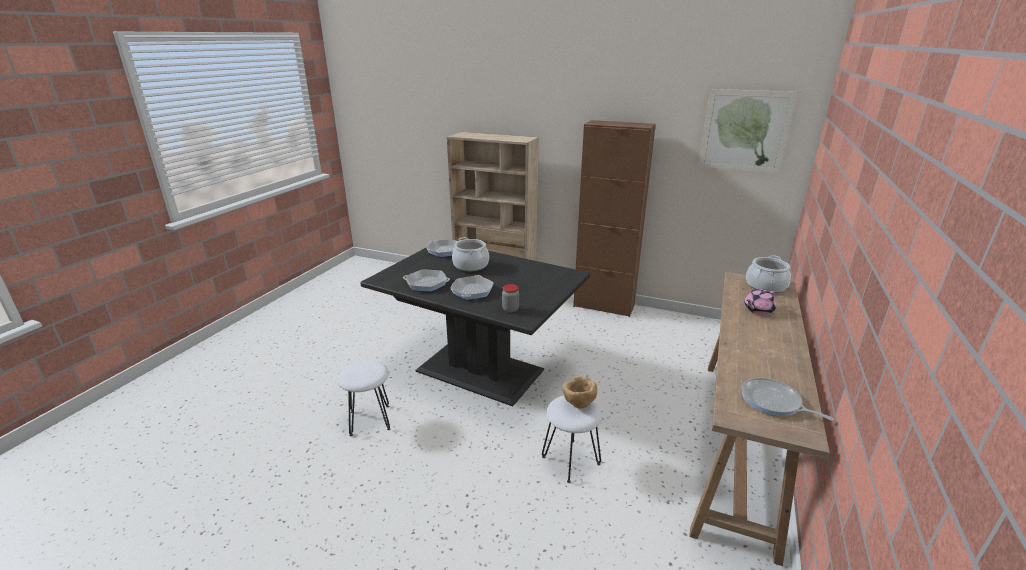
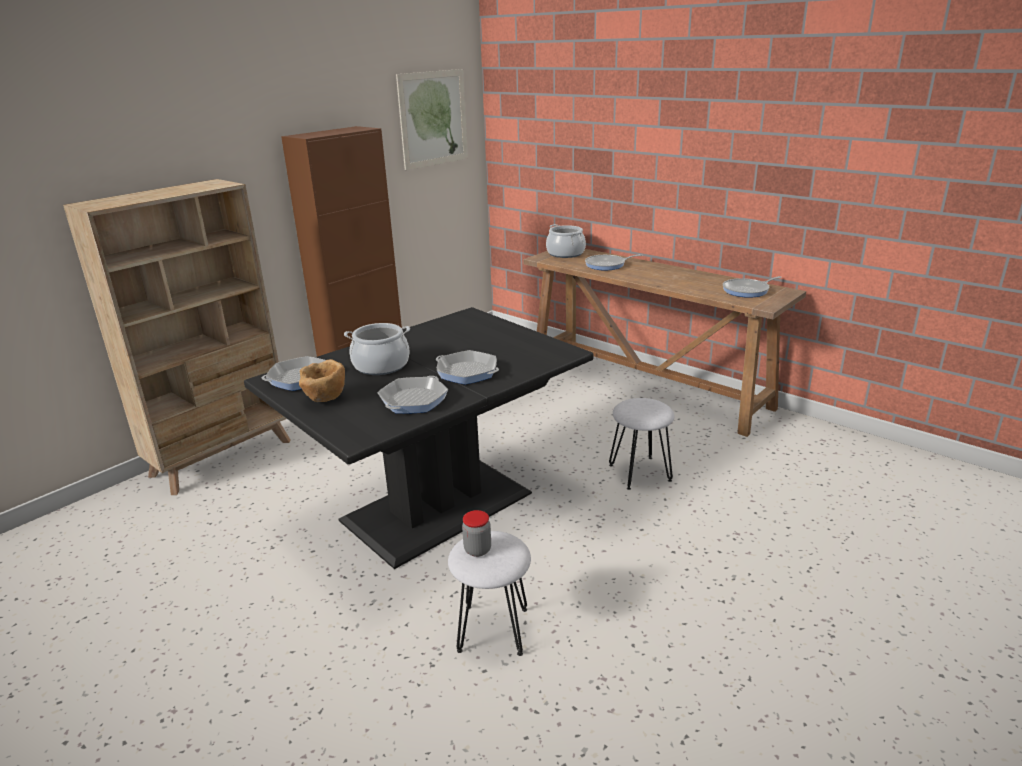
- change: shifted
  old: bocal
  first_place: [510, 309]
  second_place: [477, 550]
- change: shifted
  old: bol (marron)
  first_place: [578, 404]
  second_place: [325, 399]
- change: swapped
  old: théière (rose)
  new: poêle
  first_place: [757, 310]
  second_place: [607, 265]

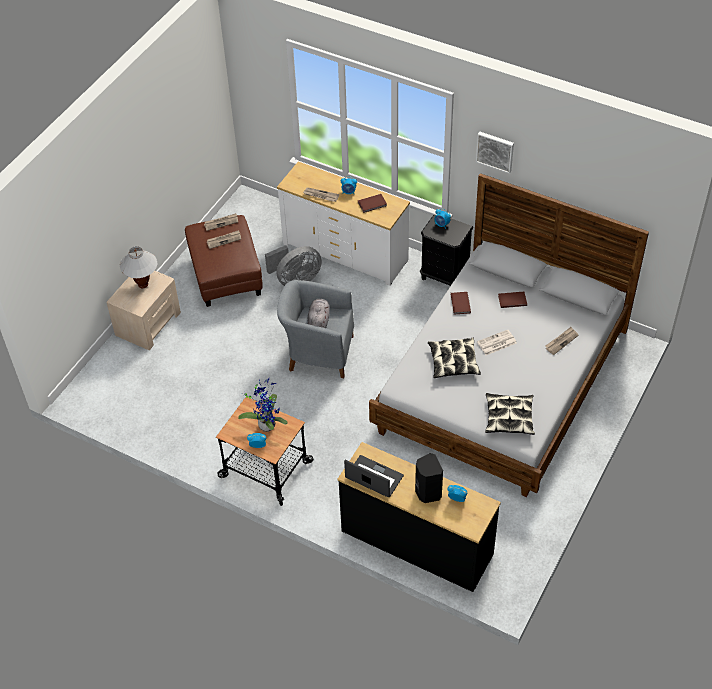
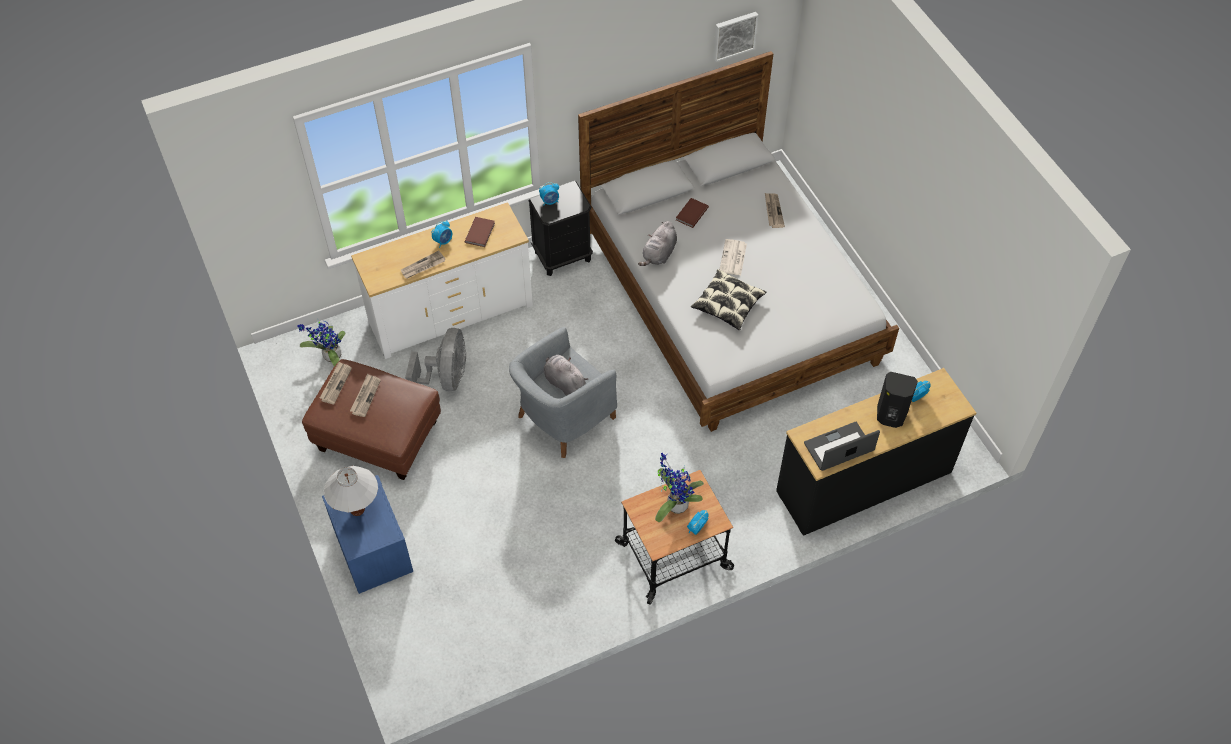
- change: repainted
  old: table de chevet (beige)
  new: table de chevet (bleu)
  first_place: [148, 323]
  second_place: [373, 550]
- change: swapped
  old: livre (marron)
  new: peluche (gris)
  first_place: [460, 304]
  second_place: [659, 254]
- change: shifted
  old: tableau
  first_place: [495, 151]
  second_place: [734, 35]
- change: gone
  old: coussin
  first_place: [509, 418]
- change: new
  new: plante en pot
  second_place: [330, 357]

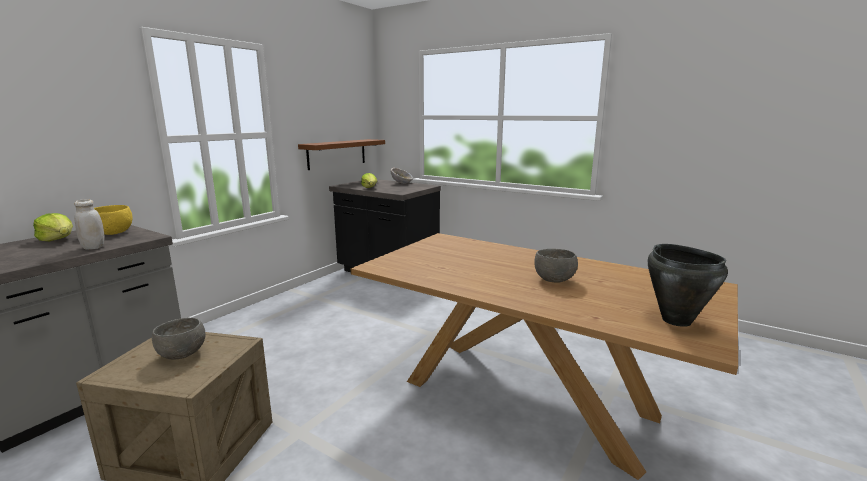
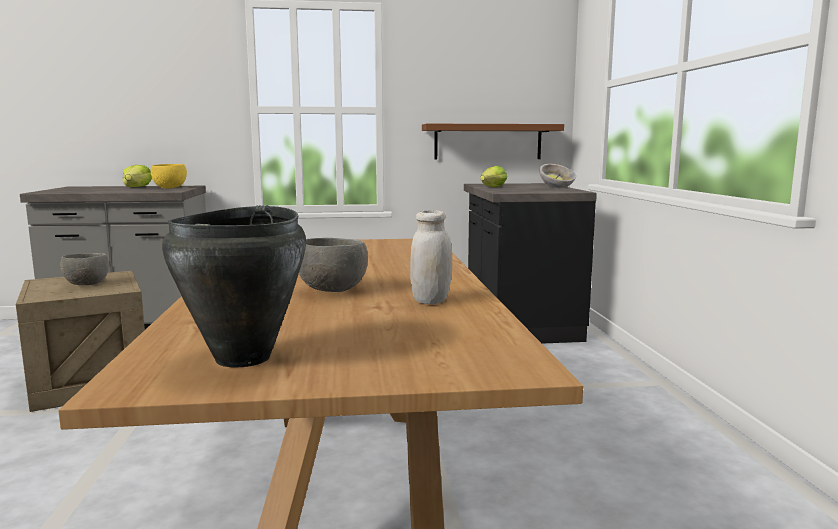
- change: shifted
  old: bocal (blanc)
  first_place: [94, 247]
  second_place: [431, 300]

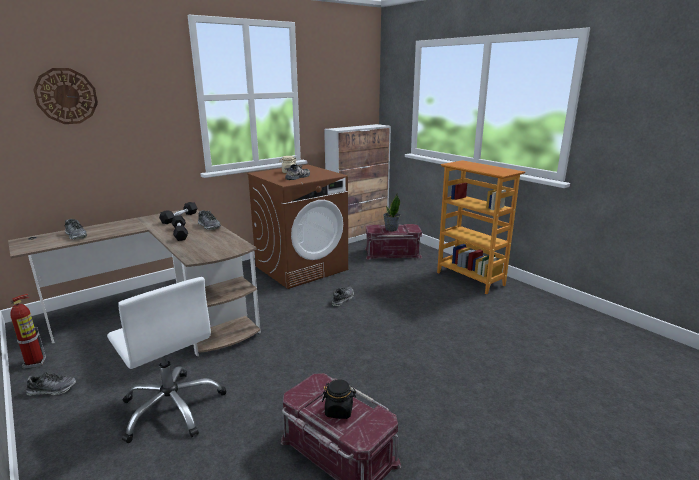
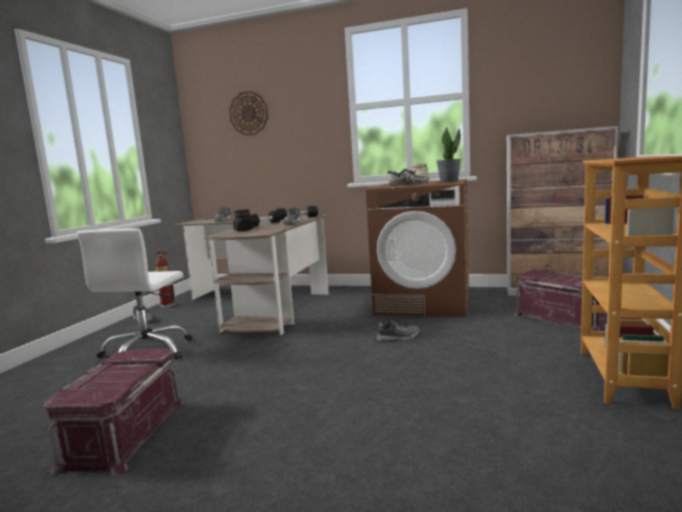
- change: shifted
  old: bocal (noir)
  first_place: [339, 410]
  second_place: [244, 230]
- change: shifted
  old: plante en pot
  first_place: [391, 229]
  second_place: [448, 182]

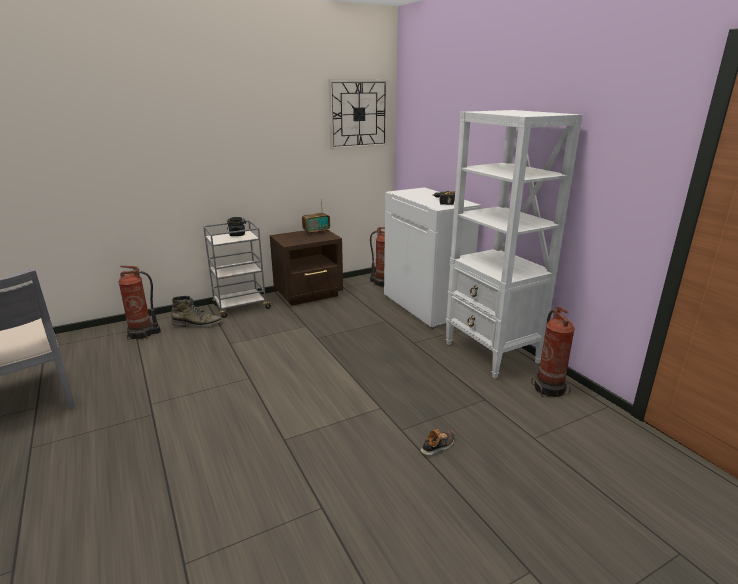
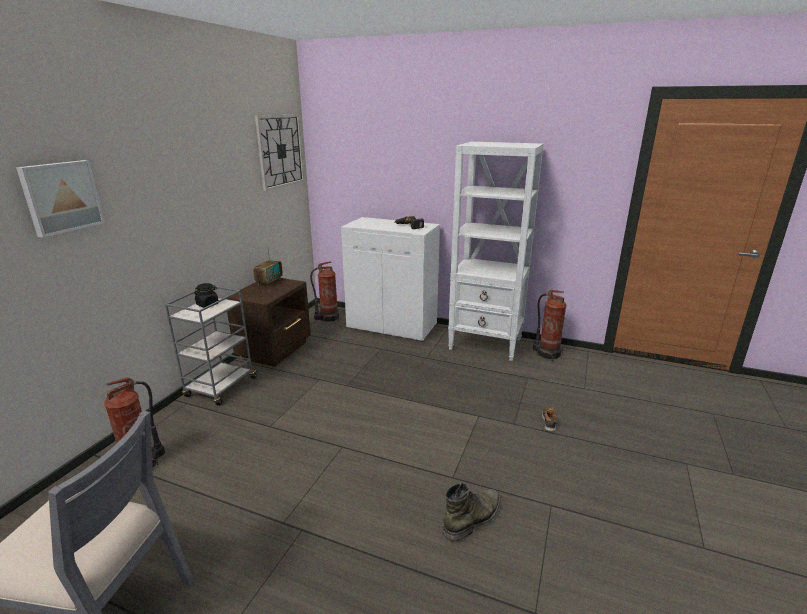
- change: shifted
  old: botte (vert)
  first_place: [197, 324]
  second_place: [473, 518]
- change: new
  new: tableau
  second_place: [61, 197]

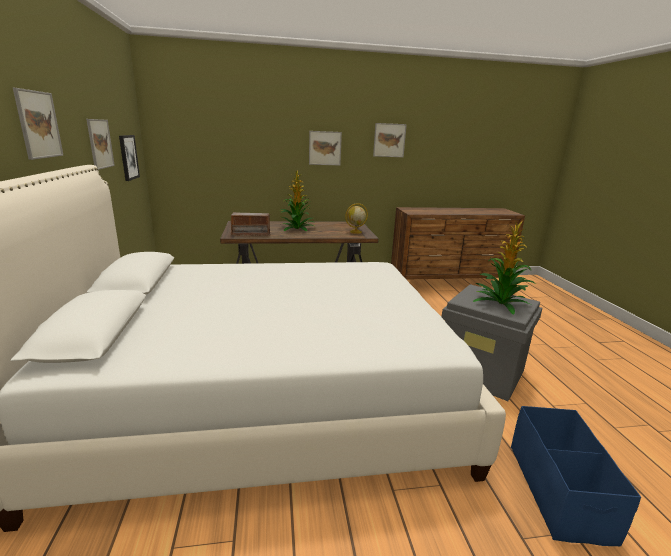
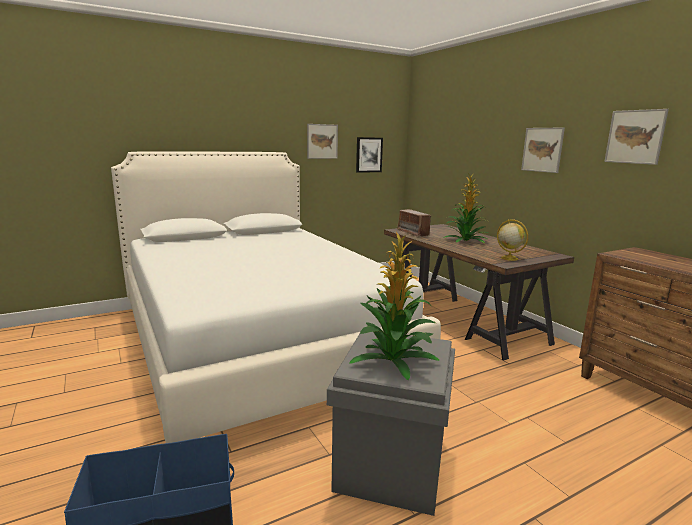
- change: gone
  old: tableau
  first_place: [38, 124]

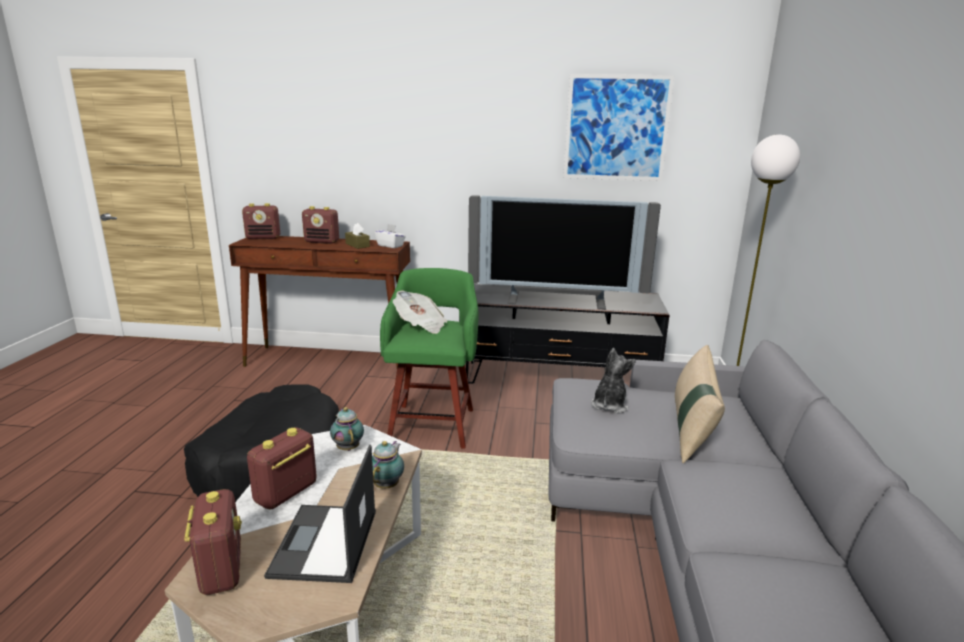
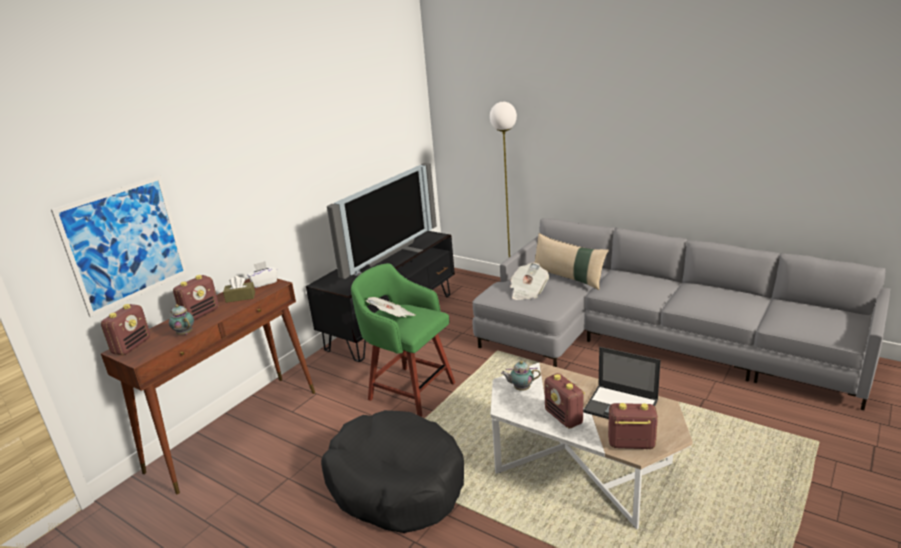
- change: shifted
  old: théière
  first_place: [387, 485]
  second_place: [184, 333]
- change: shifted
  old: tableau
  first_place: [616, 128]
  second_place: [125, 244]
- change: swapped
  old: peluche
  new: journal
  first_place: [609, 405]
  second_place: [528, 292]

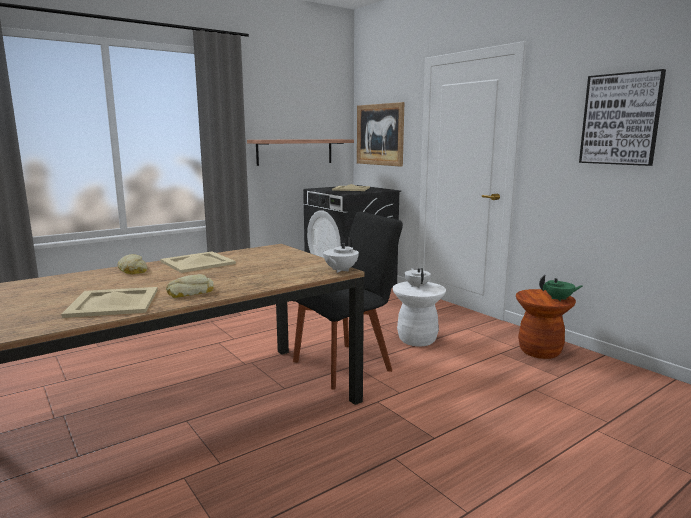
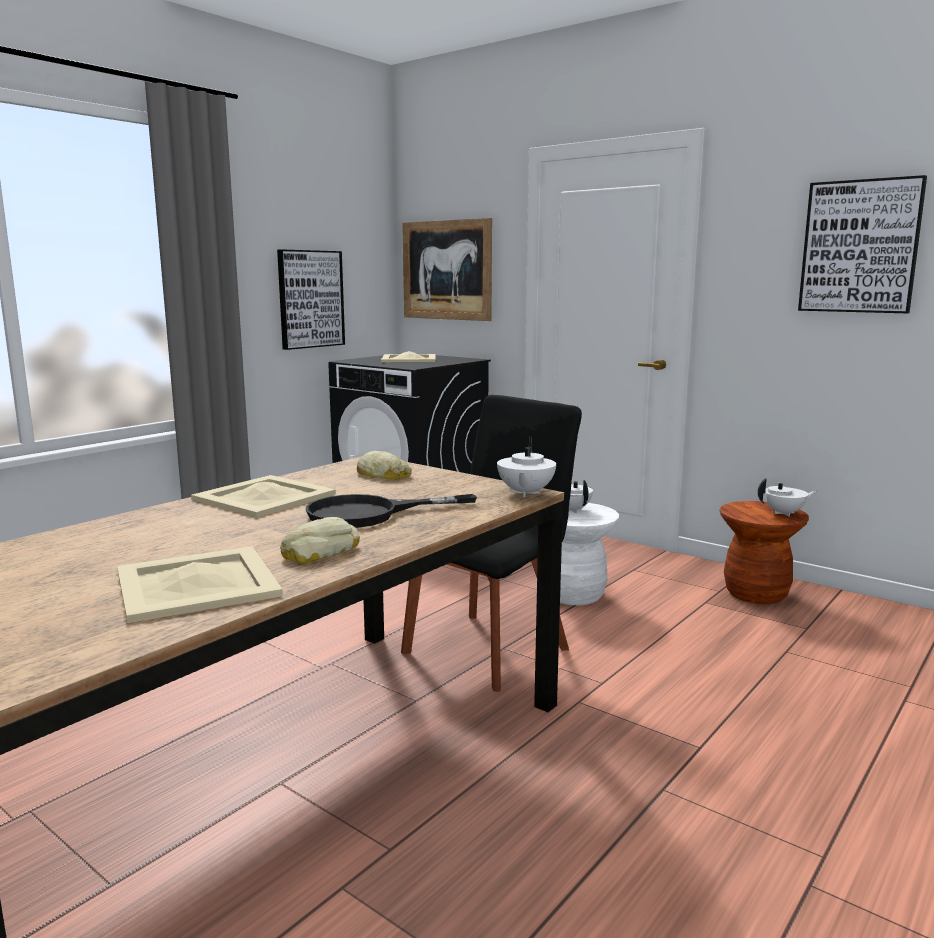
- change: shifted
  old: pain
  first_place: [133, 270]
  second_place: [383, 474]
- change: swapped
  old: étagère
  new: tableau
  first_place: [295, 152]
  second_place: [310, 299]
- change: repainted
  old: théière (vert)
  new: théière (blanc)
  first_place: [559, 299]
  second_place: [784, 513]
- change: new
  new: poêle (noir)
  second_place: [369, 514]

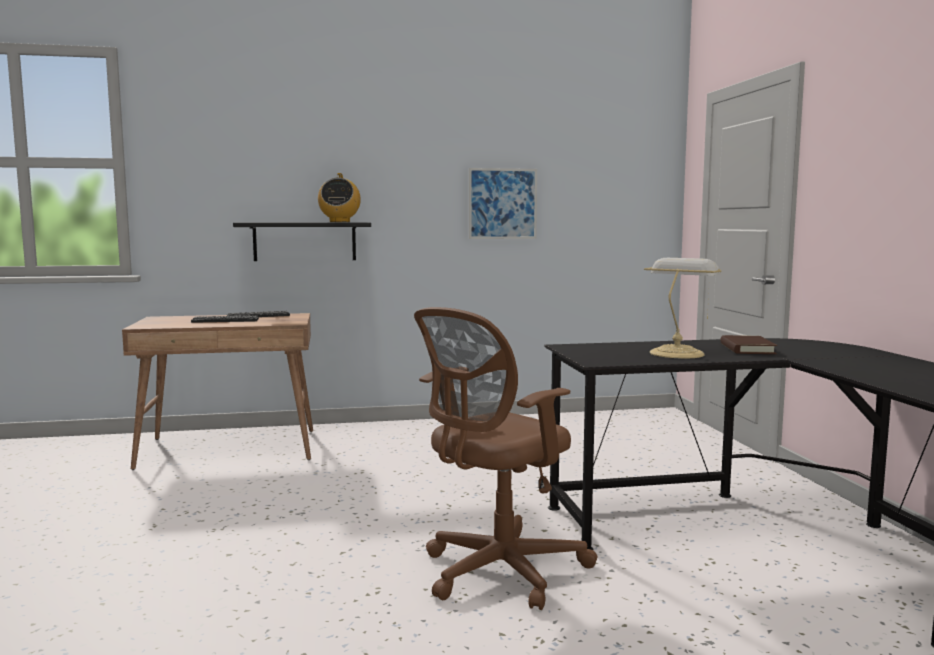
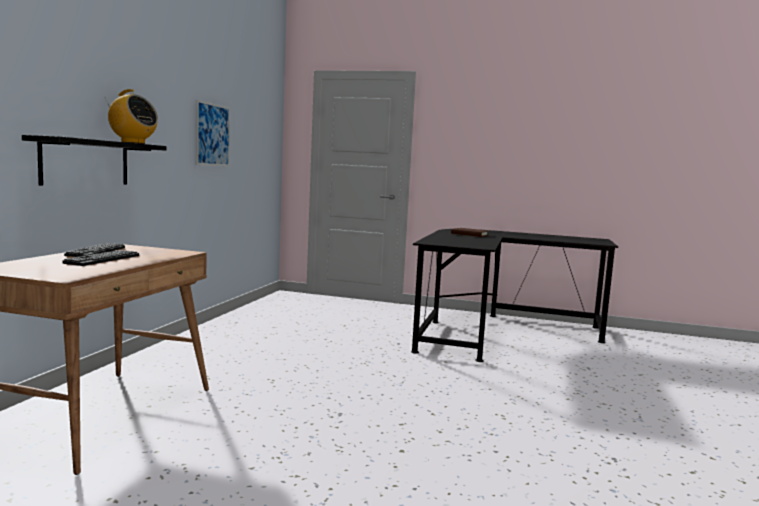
- change: gone
  old: chaise de bureau (marron)
  first_place: [497, 573]
- change: gone
  old: lampe de table
  first_place: [677, 353]

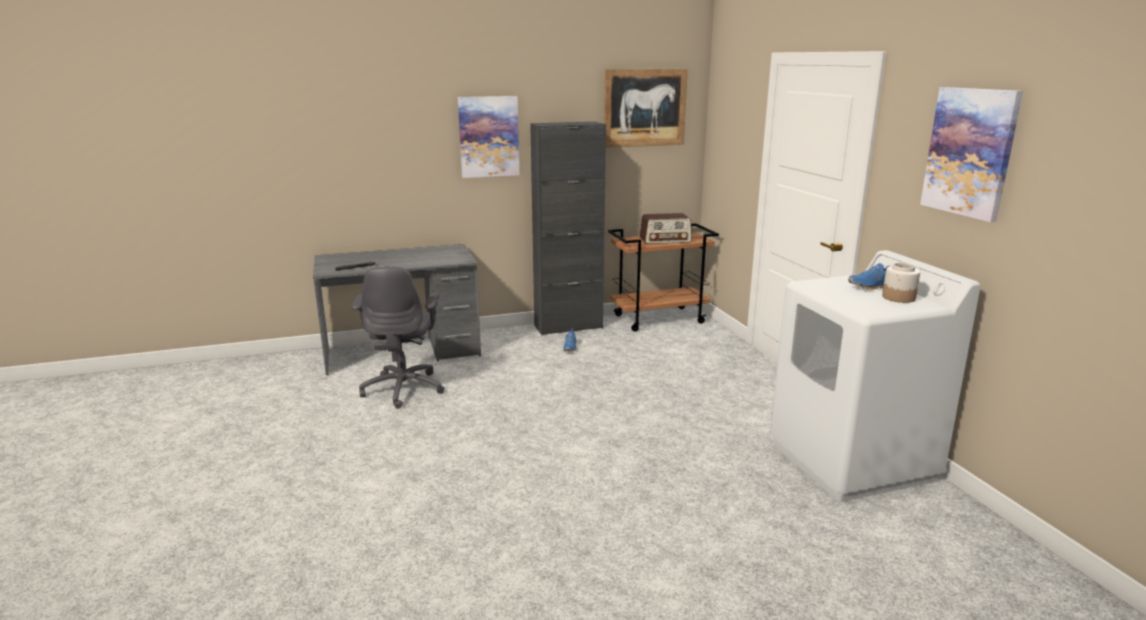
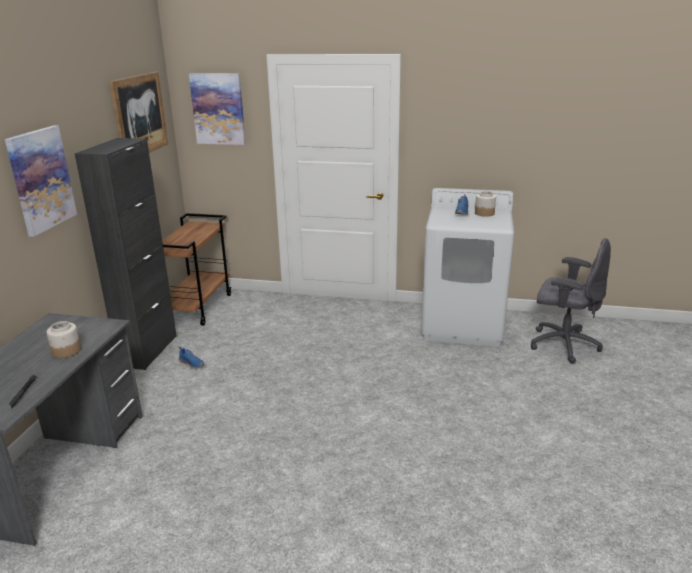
- change: shifted
  old: chaise de bureau (gris)
  first_place: [404, 388]
  second_place: [562, 344]
- change: gone
  old: radio
  first_place: [665, 240]
- change: shifted
  old: tableau
  first_place: [970, 152]
  second_place: [218, 109]
- change: new
  new: bocal
  second_place: [66, 351]

